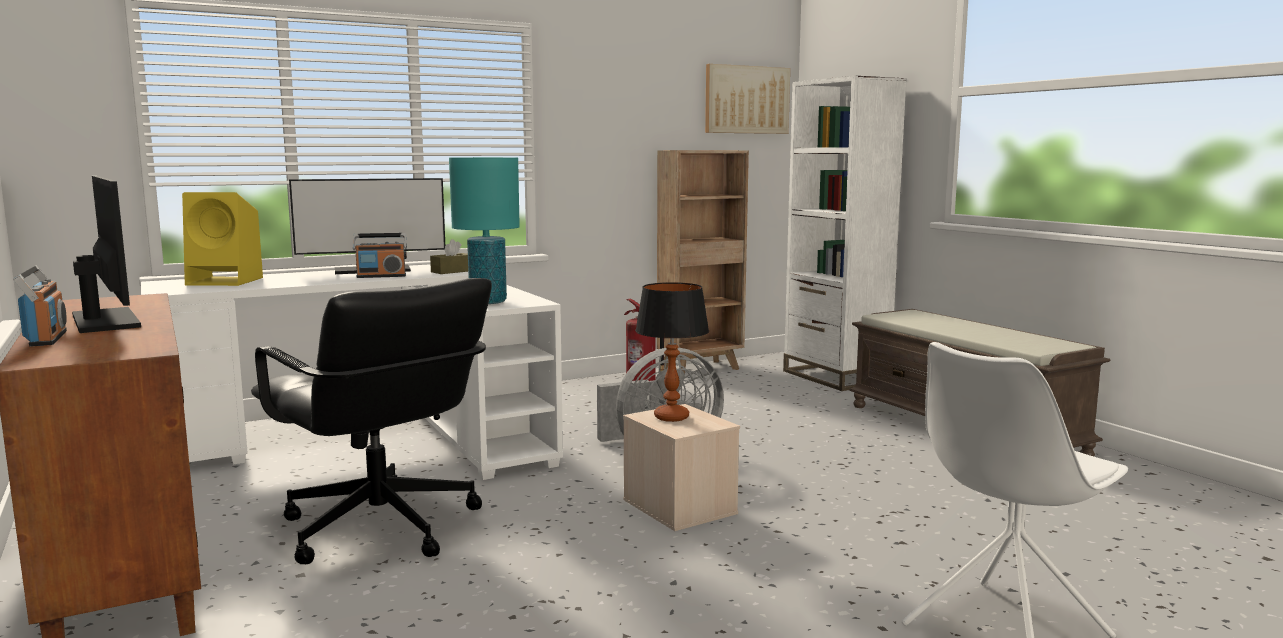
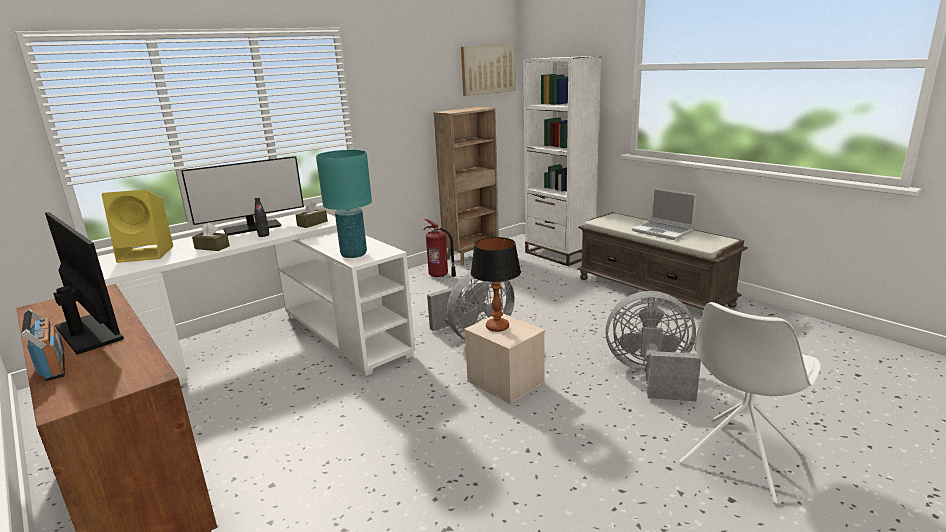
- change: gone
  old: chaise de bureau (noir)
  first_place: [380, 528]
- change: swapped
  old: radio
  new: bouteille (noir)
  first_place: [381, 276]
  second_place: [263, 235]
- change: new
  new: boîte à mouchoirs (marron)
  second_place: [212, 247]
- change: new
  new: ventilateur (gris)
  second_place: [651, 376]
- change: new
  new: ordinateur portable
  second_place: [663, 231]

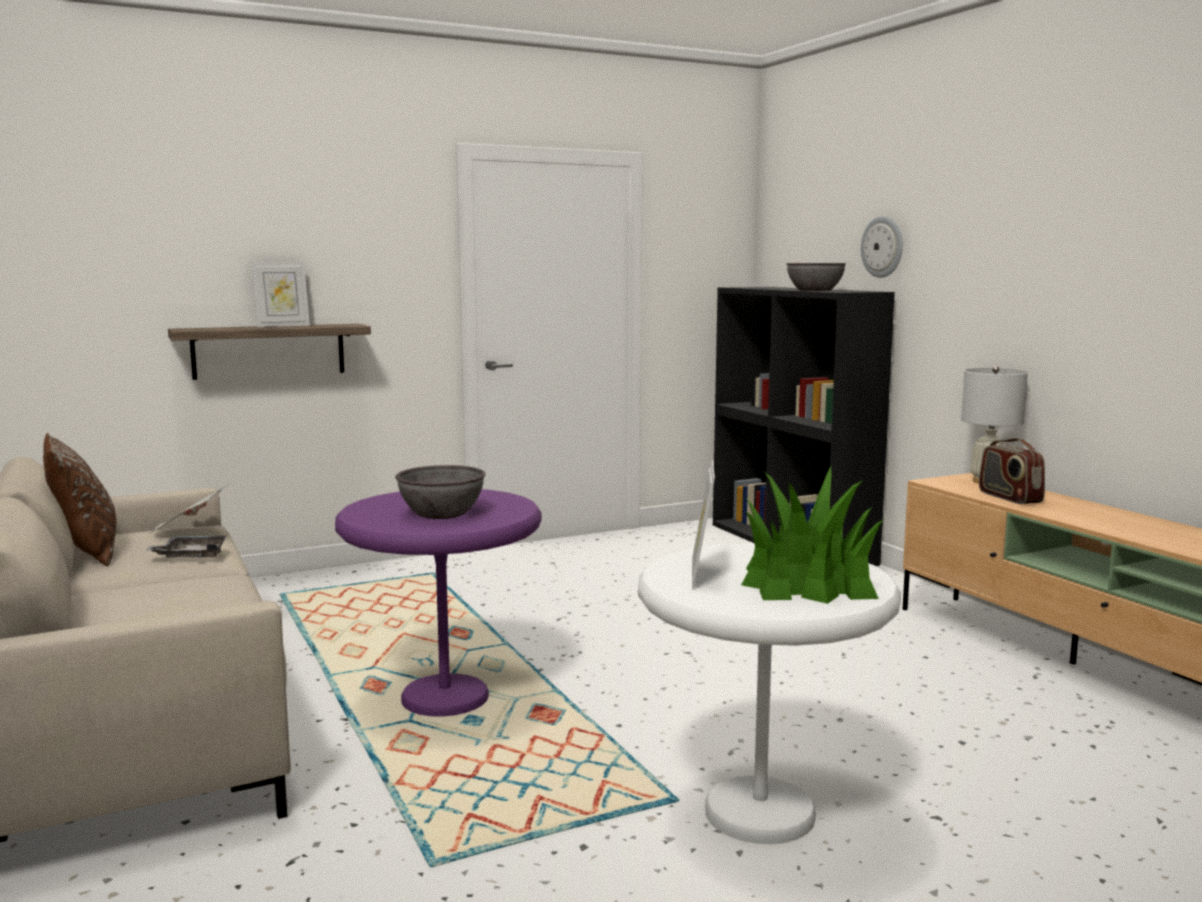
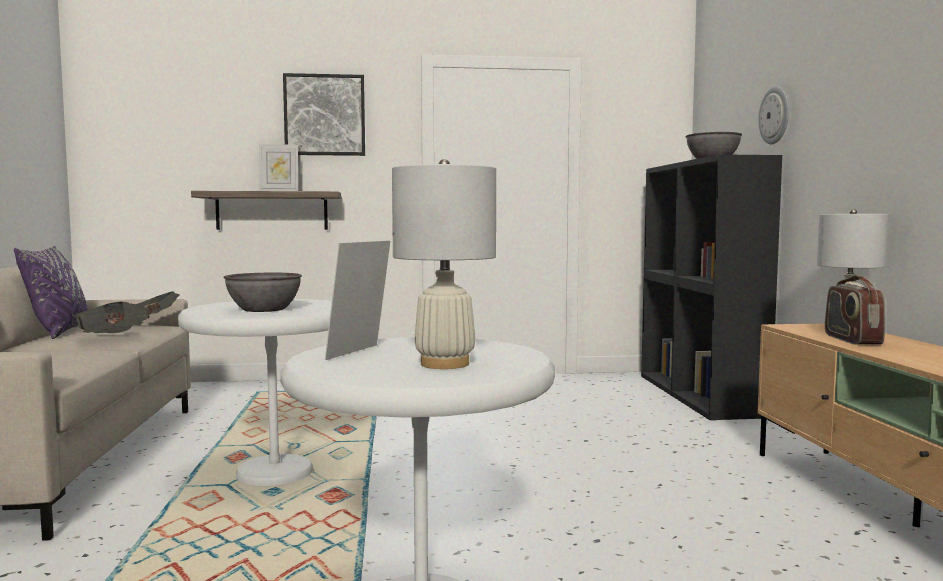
- change: repainted
  old: coussin (marron)
  new: coussin (violet)
  first_place: [86, 553]
  second_place: [59, 332]
- change: swapped
  old: plateau (gris)
  new: journal
  first_place: [191, 556]
  second_place: [114, 337]
- change: repainted
  old: table d'appoint (violet)
  new: table d'appoint (blanc)
  first_place: [445, 699]
  second_place: [274, 474]
- change: swapped
  old: plante en pot
  new: lampe de table (blanc)
  first_place: [806, 583]
  second_place: [444, 364]
- change: new
  new: tableau
  second_place: [324, 115]

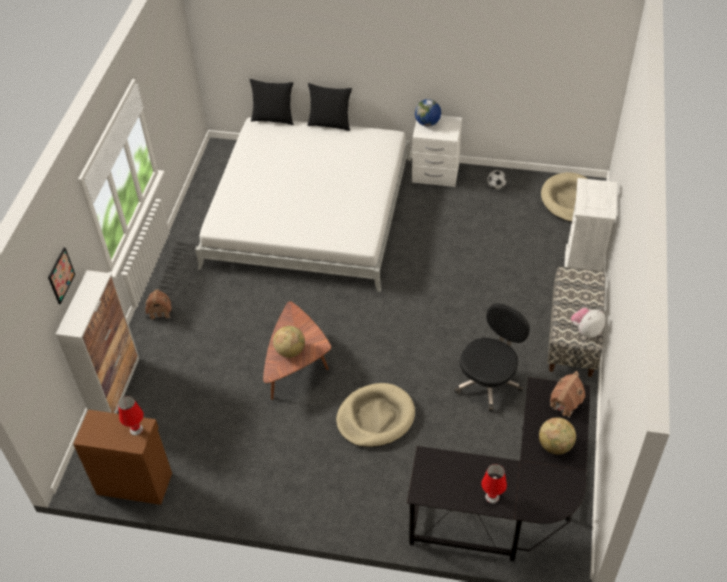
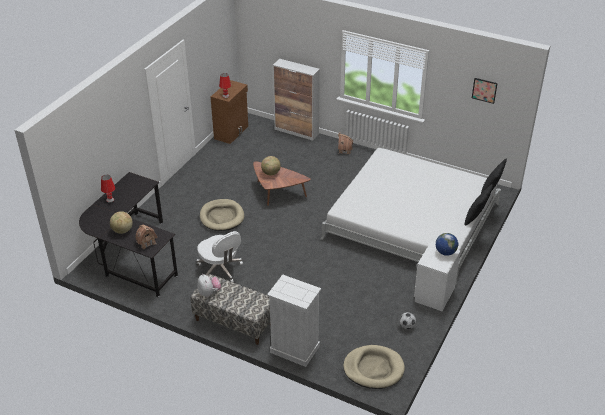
- change: shifted
  old: tableau
  first_place: [61, 275]
  second_place: [484, 90]
- change: repainted
  old: chaise de bureau (noir)
  new: chaise de bureau (blanc)
  first_place: [489, 381]
  second_place: [220, 270]

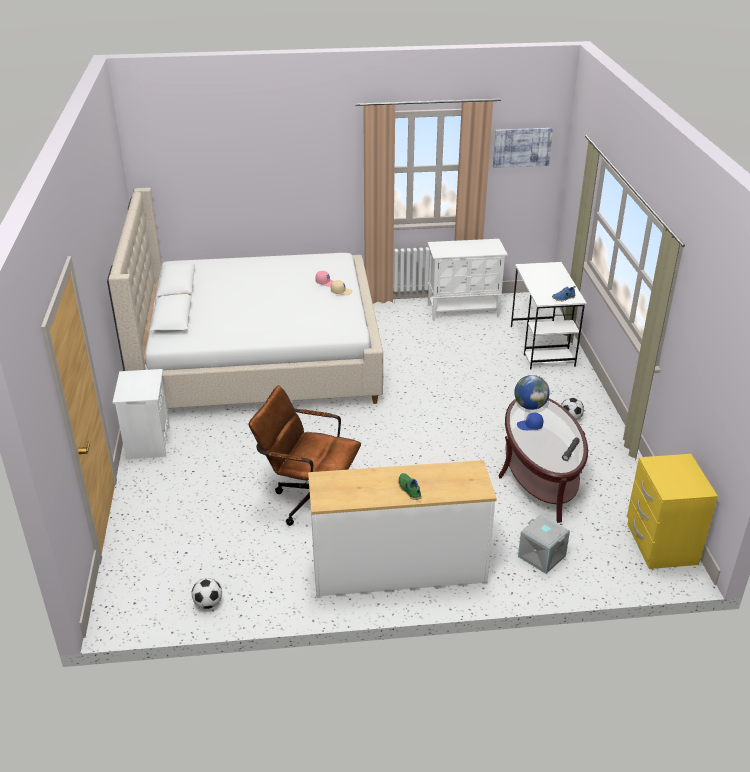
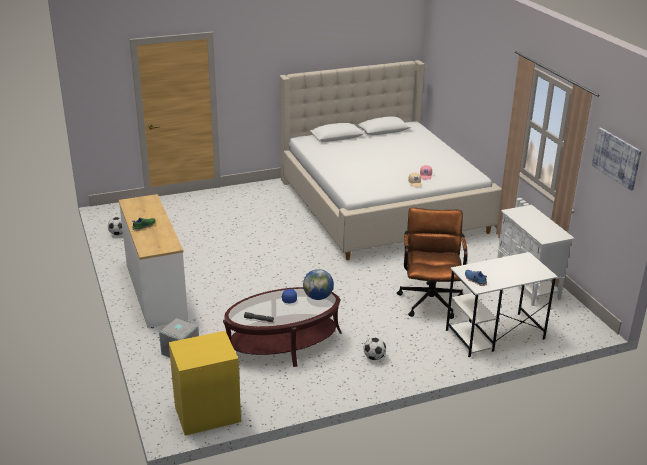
- change: gone
  old: table de chevet (blanc)
  first_place: [147, 442]
- change: shifted
  old: chaise de bureau (marron)
  first_place: [309, 499]
  second_place: [430, 298]

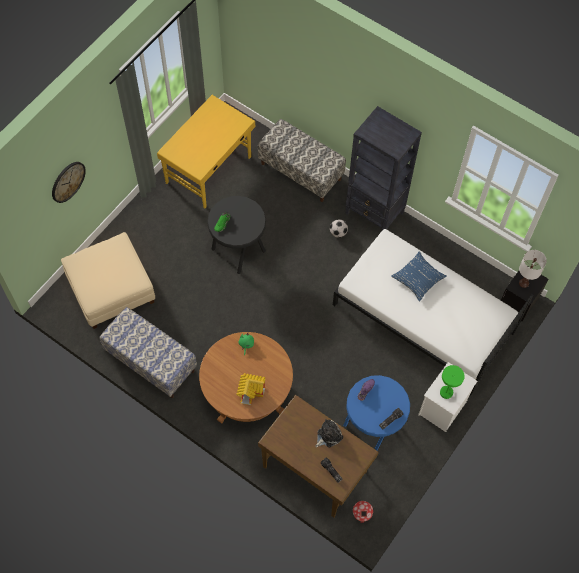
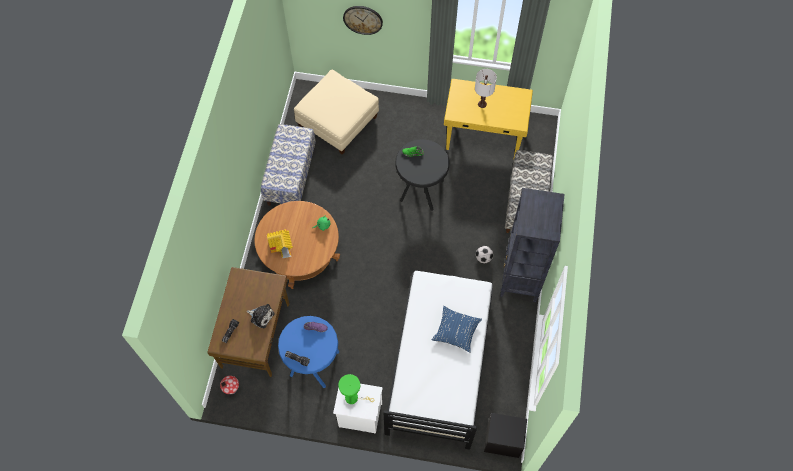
- change: shifted
  old: lampe de table (blanc)
  first_place: [523, 283]
  second_place: [482, 104]

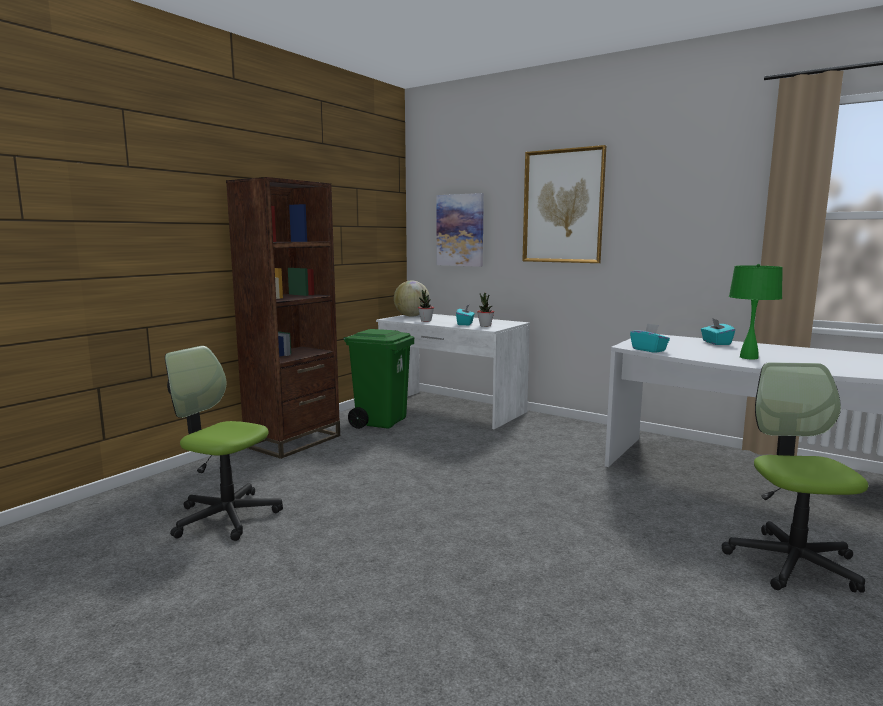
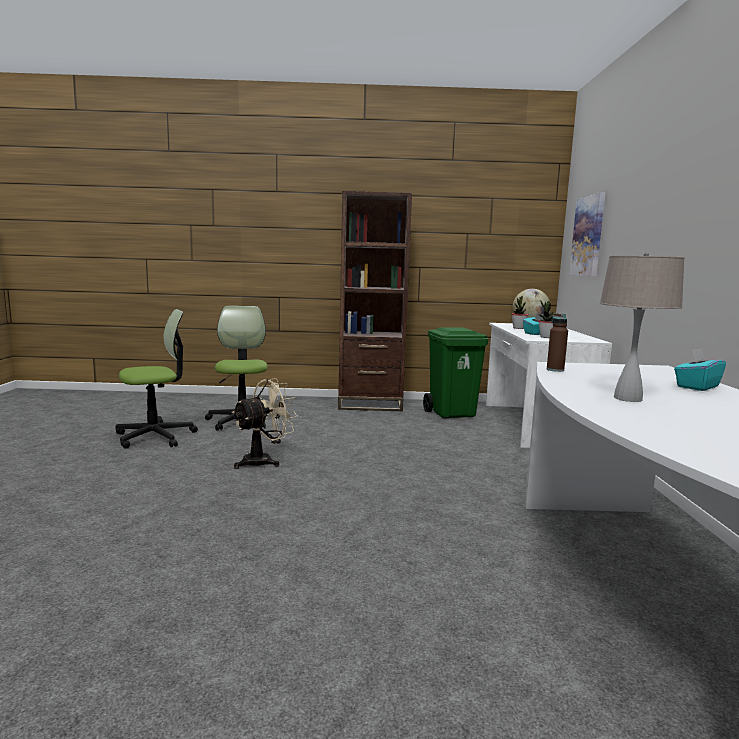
- change: gone
  old: tableau
  first_place: [563, 206]
- change: swapped
  old: boîte à mouchoirs (turquoise)
  new: bouteille (marron)
  first_place: [649, 350]
  second_place: [555, 370]
- change: shifted
  old: chaise de bureau
  first_place: [792, 563]
  second_place: [155, 436]
- change: repainted
  old: lampe de table (vert)
  new: lampe de table (beige)
  first_place: [748, 357]
  second_place: [628, 398]
- change: new
  new: ventilateur (beige)
  second_place: [263, 461]

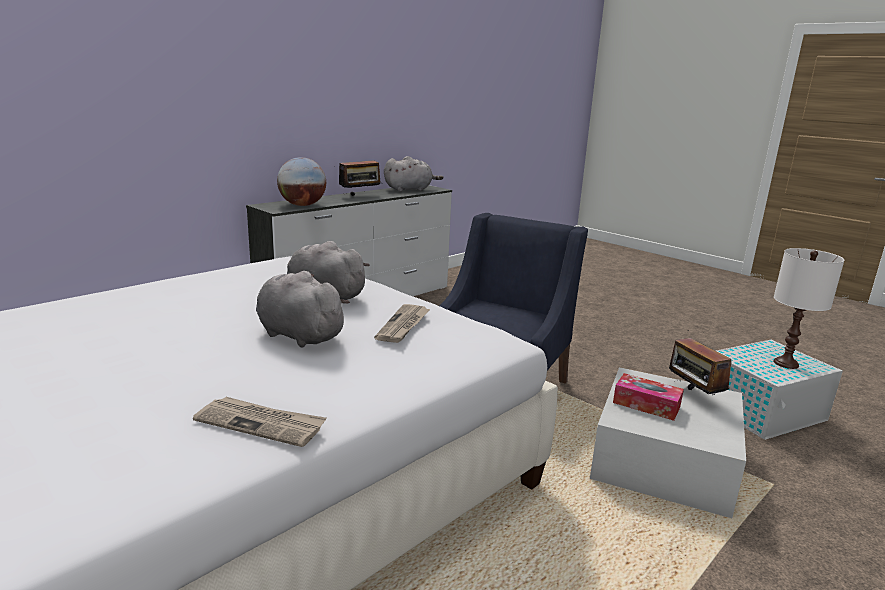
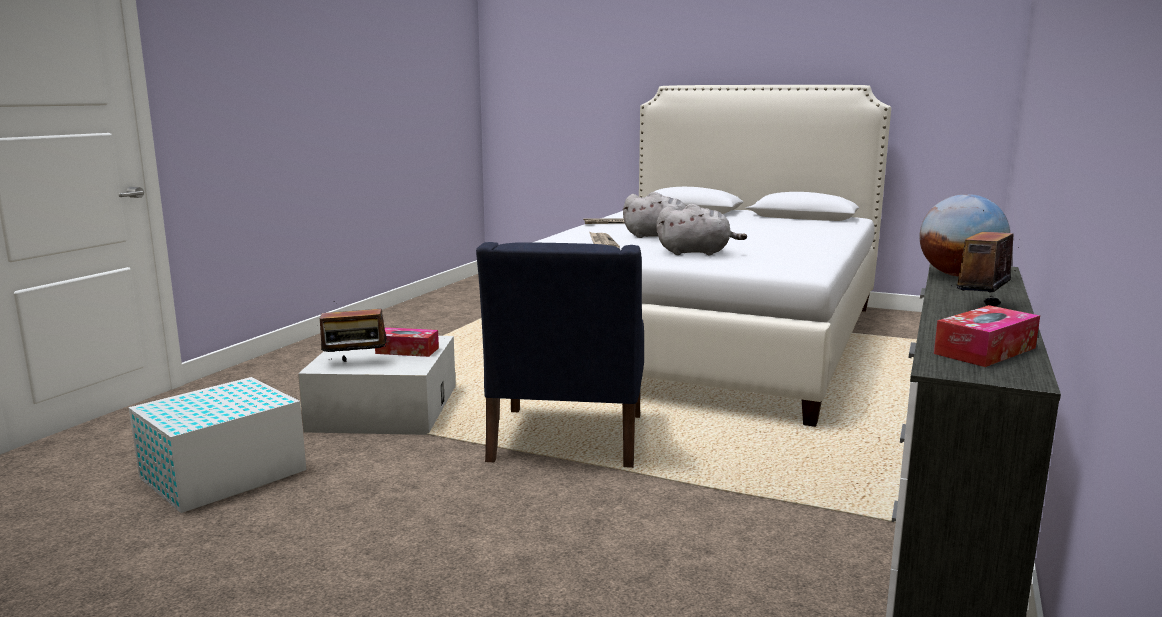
- change: swapped
  old: peluche (gris)
  new: boîte à mouchoirs
  first_place: [410, 189]
  second_place: [985, 351]
- change: rotated
  old: radio
  first_place: [693, 395]
  second_place: [355, 363]
  degrees: 120
- change: gone
  old: lampe de table (blanc)
  first_place: [785, 363]

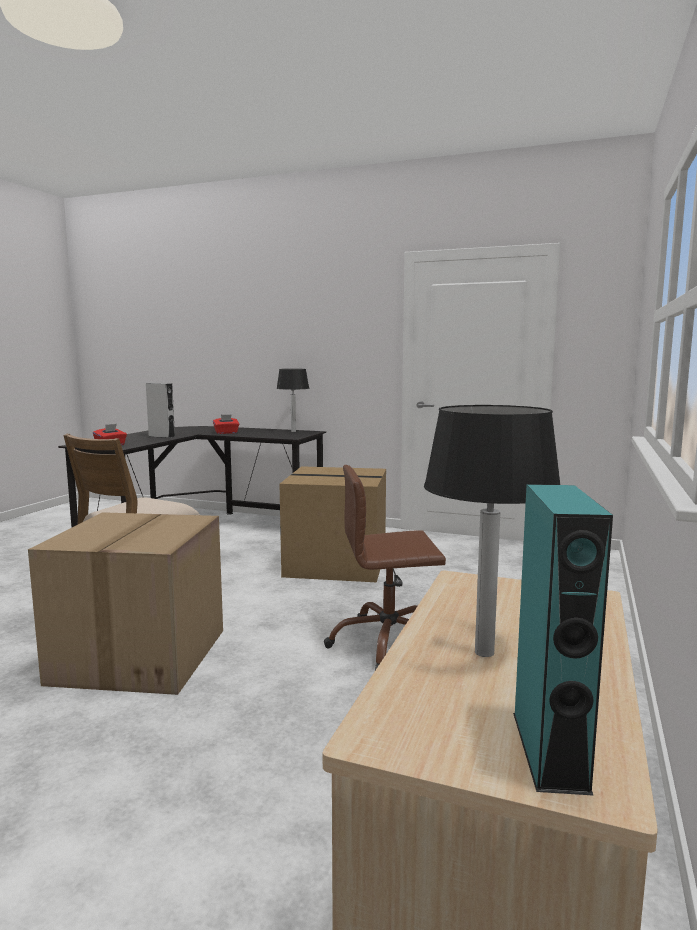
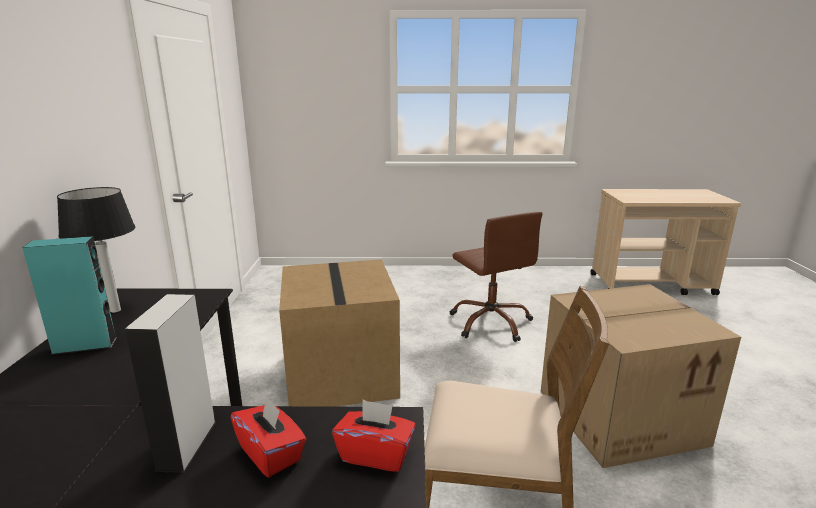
- change: shifted
  old: boîte à mouchoirs (rouge)
  first_place: [226, 433]
  second_place: [271, 453]
- change: gone
  old: lampe de table
  first_place: [485, 653]
- change: shifted
  old: enceinte (turquoise)
  first_place: [549, 750]
  second_place: [85, 345]

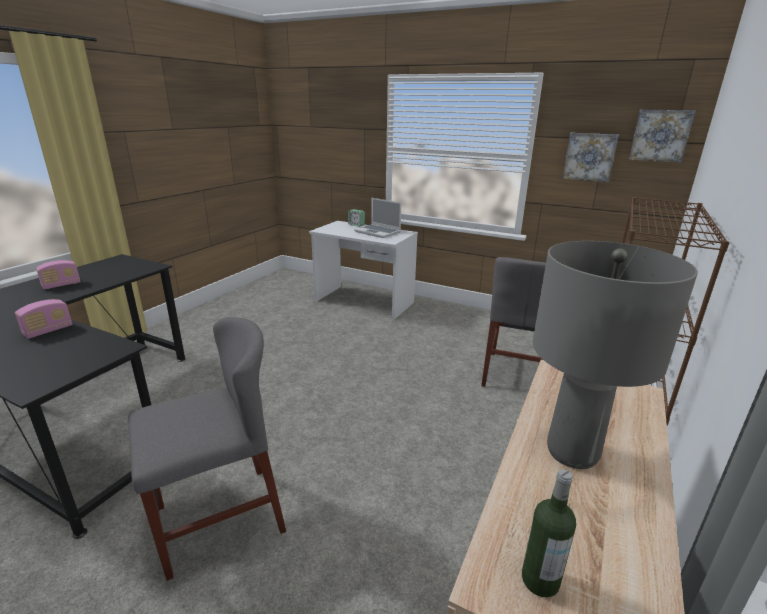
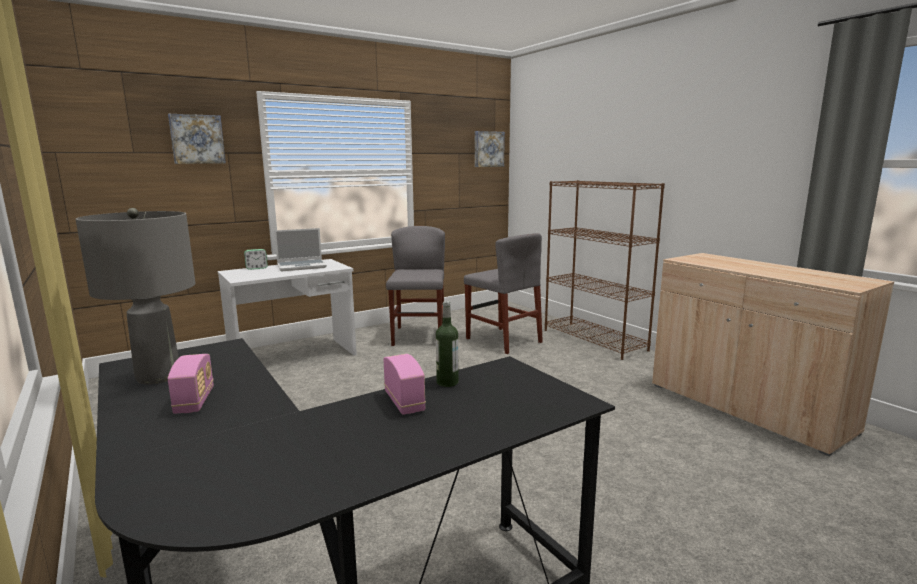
- change: shifted
  old: chaise (gris)
  first_place: [219, 519]
  second_place: [419, 336]
- change: shifted
  old: bouteille
  first_place: [540, 580]
  second_place: [447, 382]
- change: shifted
  old: lampe de table (gris)
  first_place: [571, 451]
  second_place: [157, 377]
- change: shifted
  old: tableau
  first_place: [589, 157]
  second_place: [197, 139]

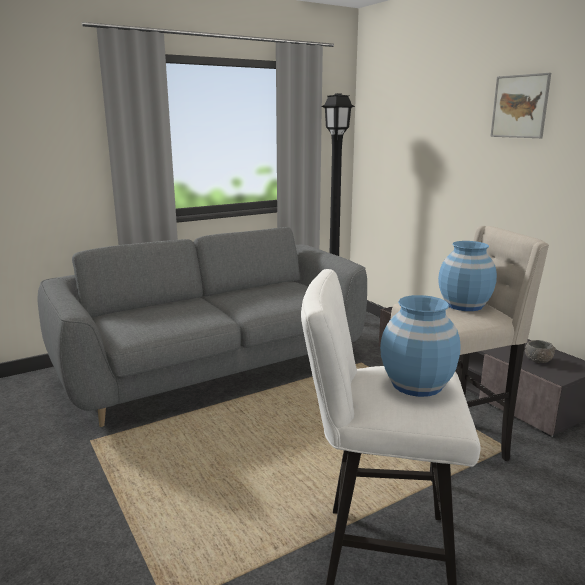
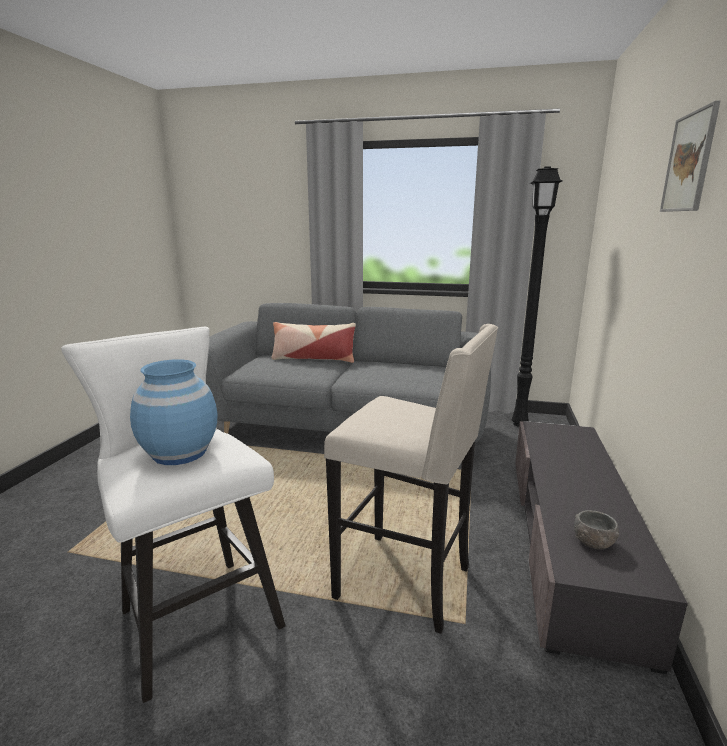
- change: gone
  old: vase (bleu)
  first_place: [464, 305]
- change: new
  new: coussin
  second_place: [313, 359]

